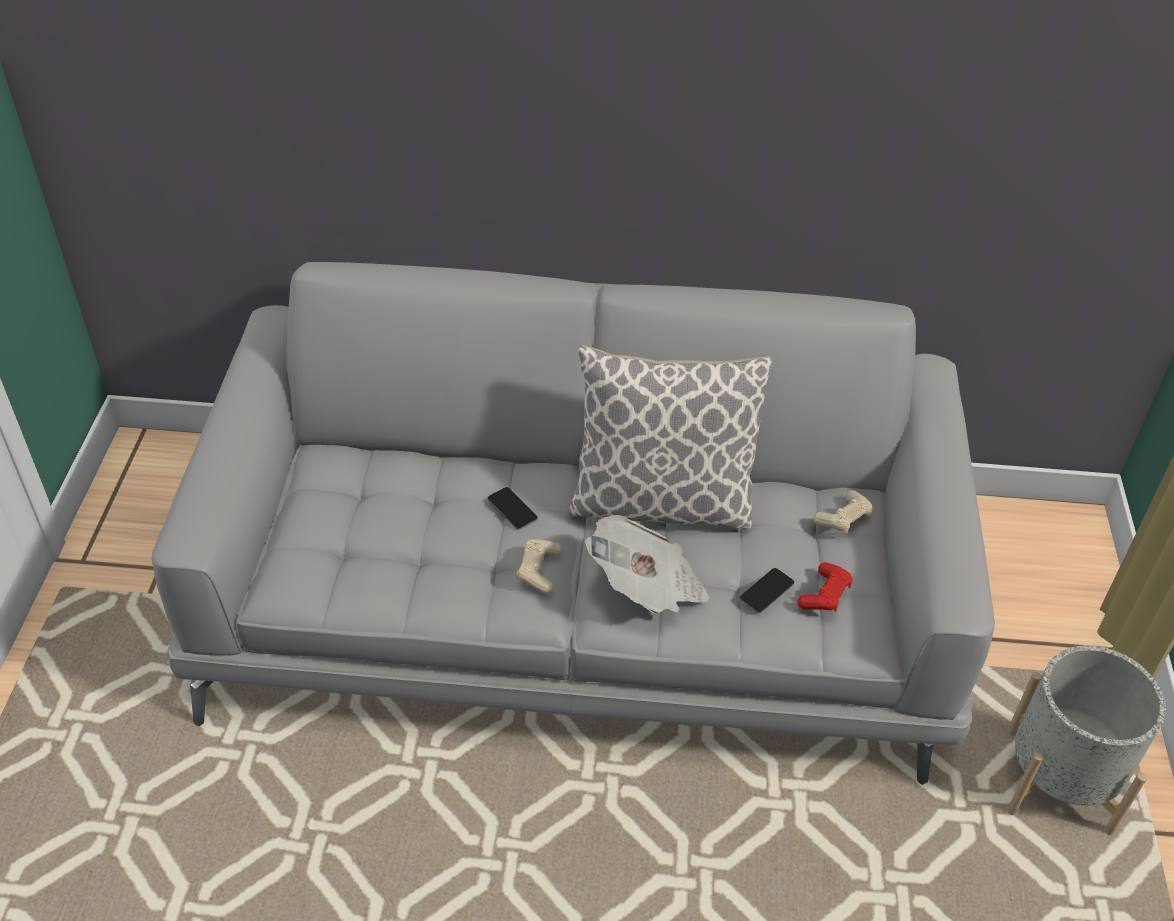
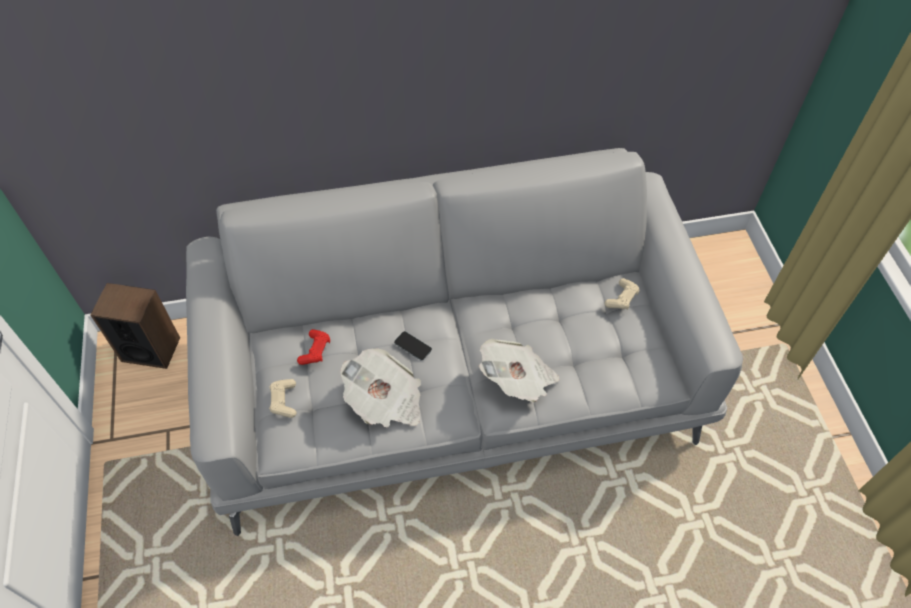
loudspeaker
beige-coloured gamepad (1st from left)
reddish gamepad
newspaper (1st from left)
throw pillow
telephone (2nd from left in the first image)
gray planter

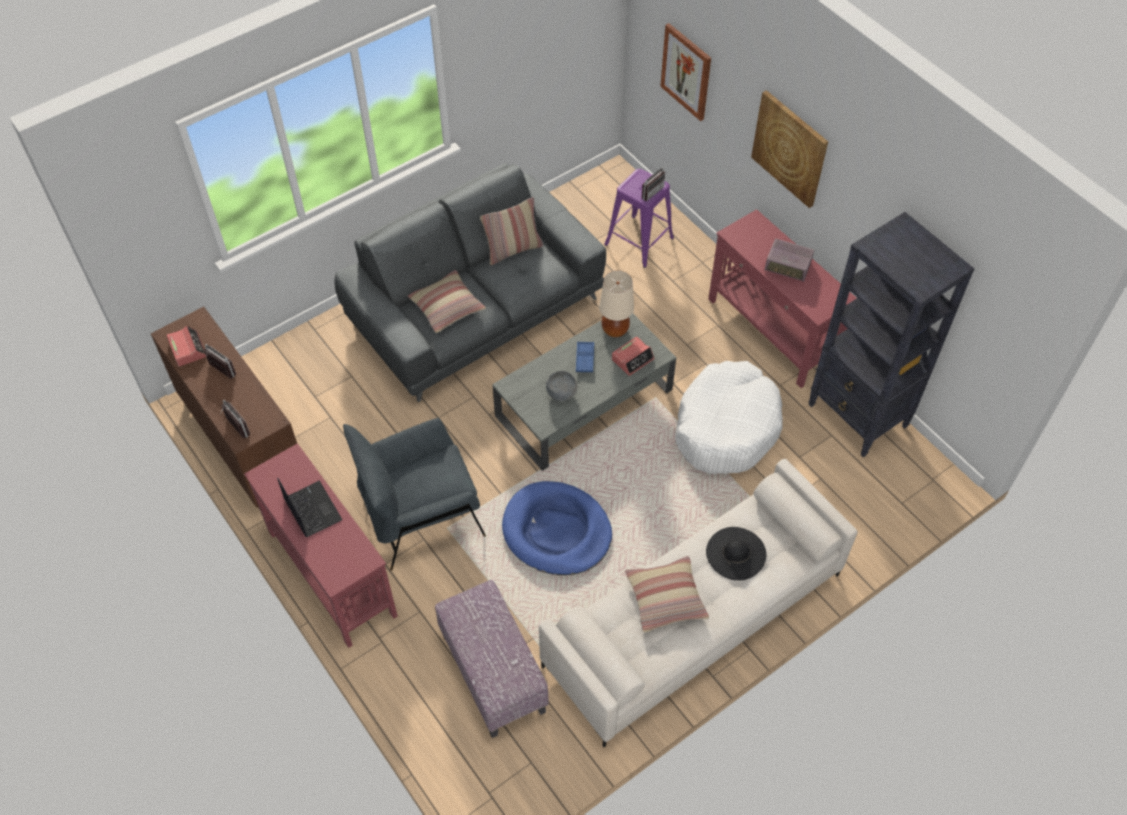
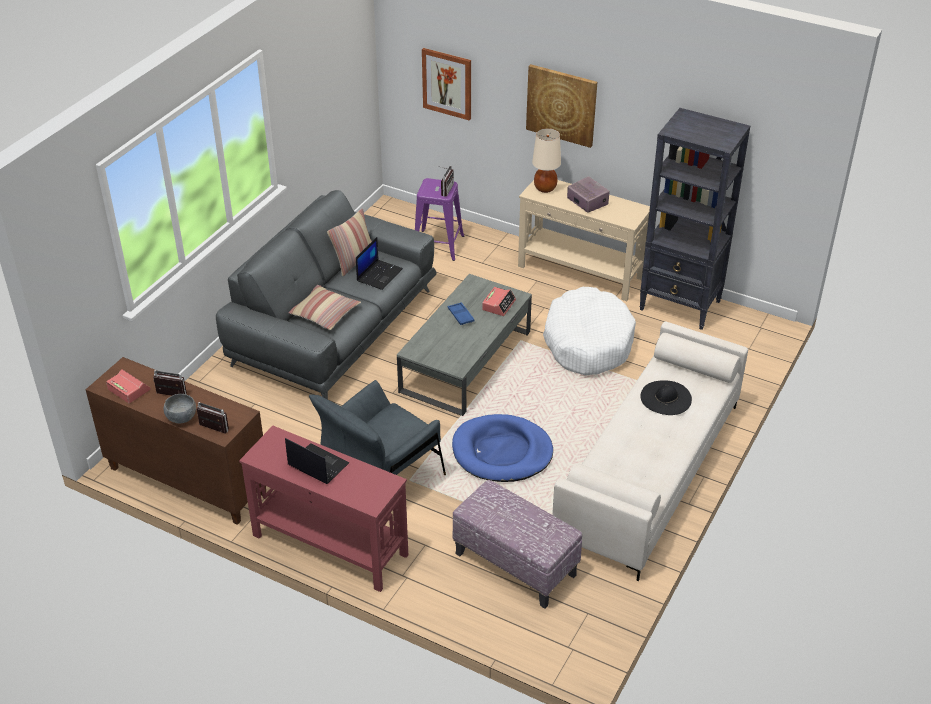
gray bowl
notebook computer (2nd from left)
beige-coloured hall table
beige-coloured lamp for a table
radio (4th from left)
throw pillow (3rd from left in the first image)

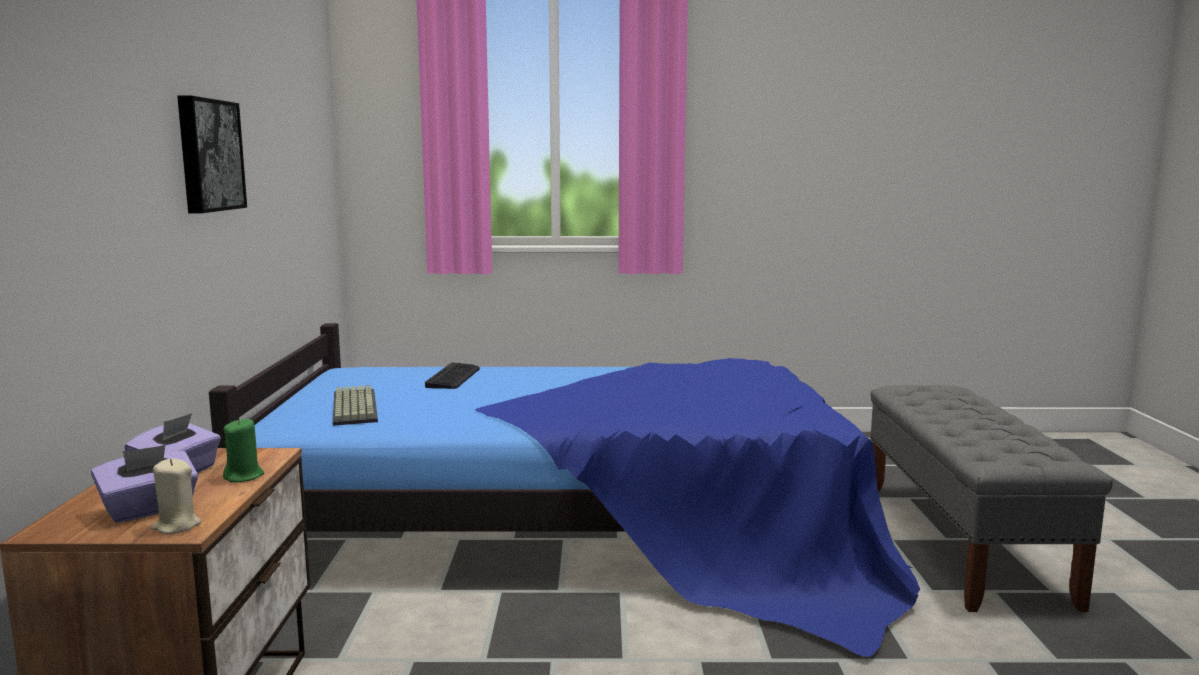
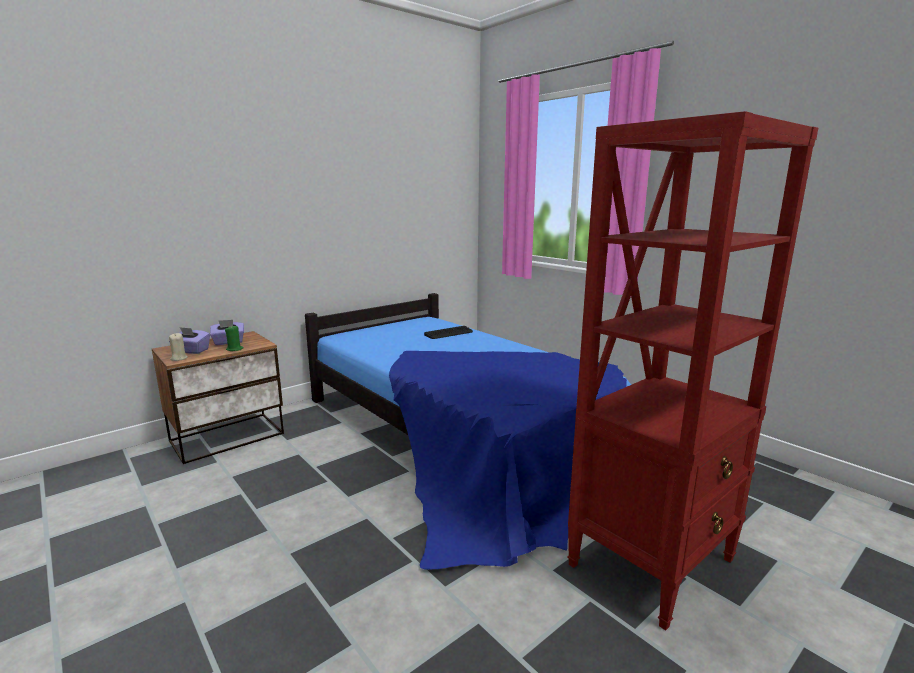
reddish bookshelf
wall picture
keyboard (1st from left in the first image)

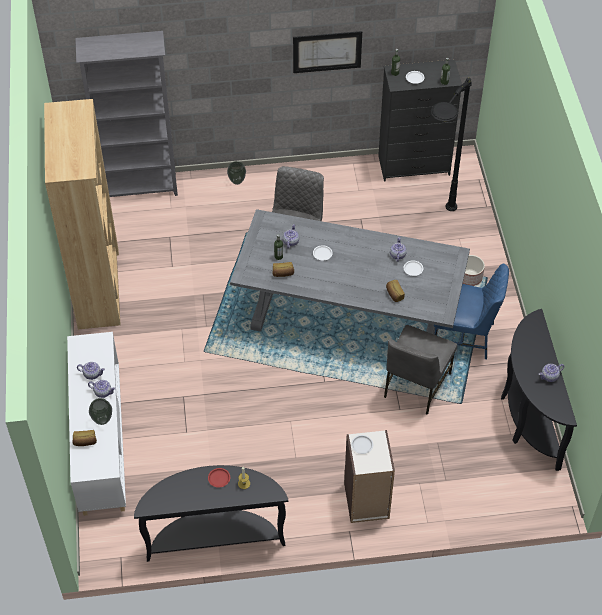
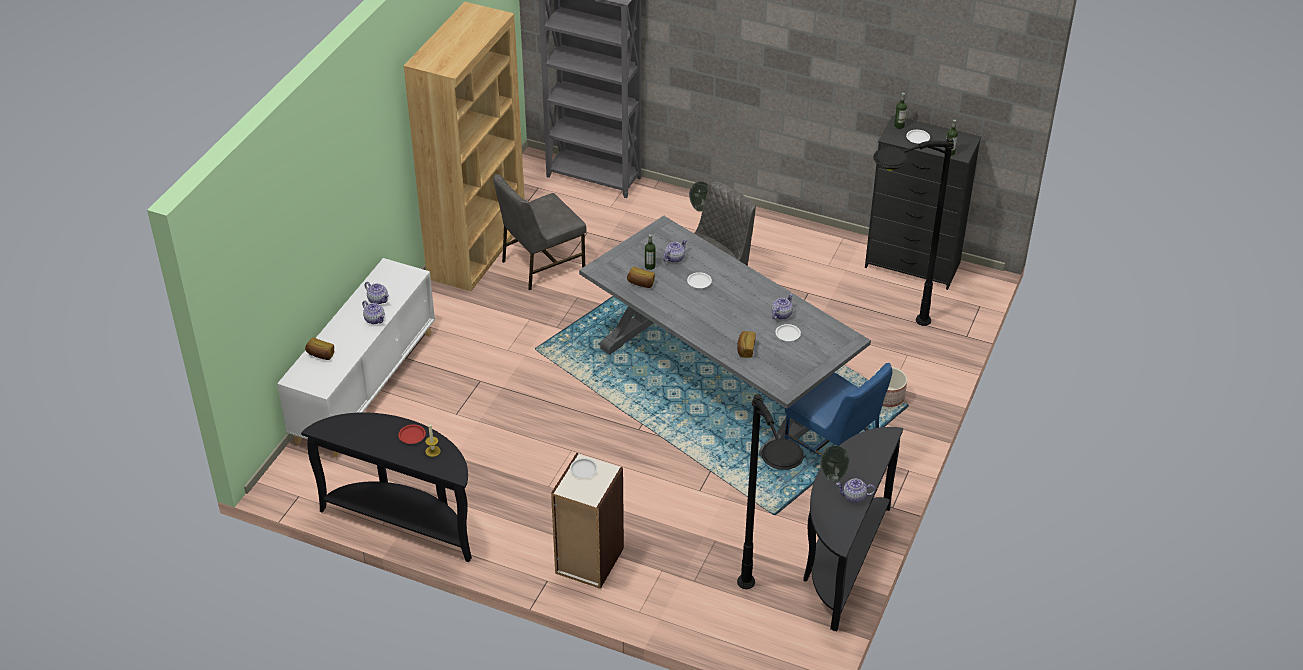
gray upright chair (1st from left)
blackish floor lamp (1st from left)
decorative vase (2nd from left)
wall picture

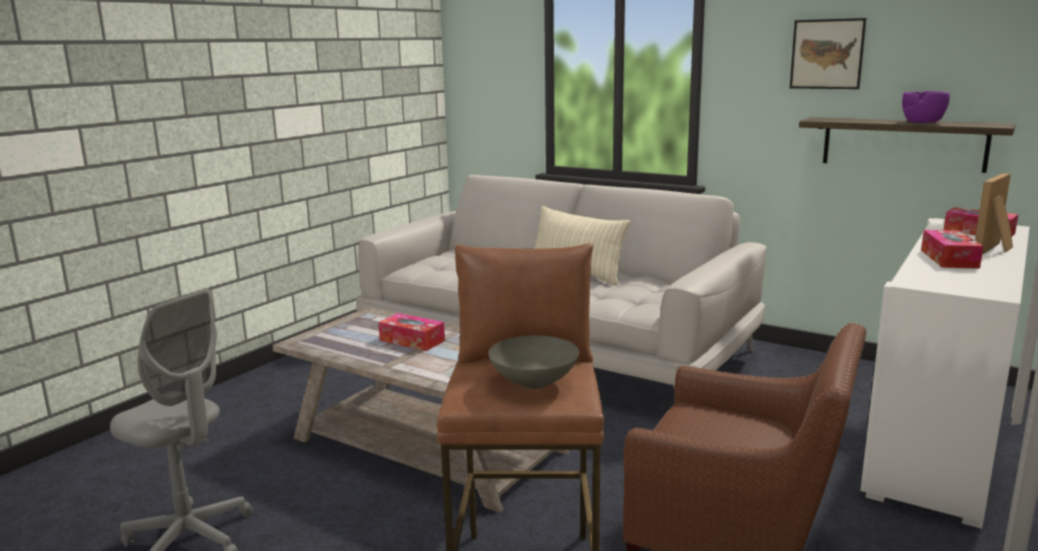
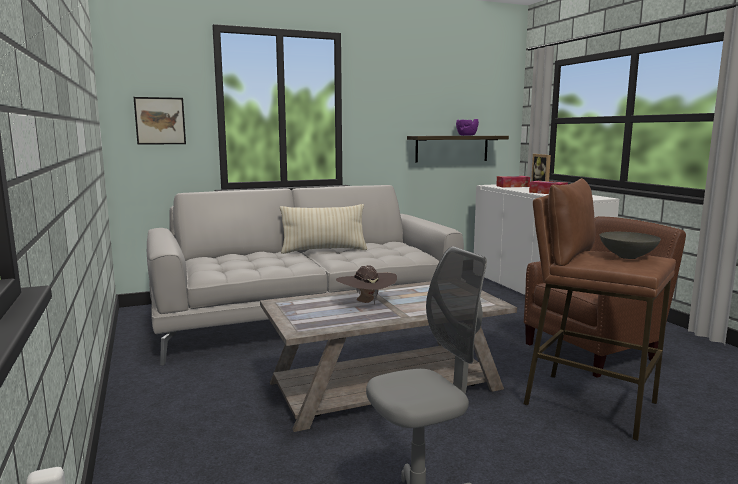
wall picture
brown-coloured hat

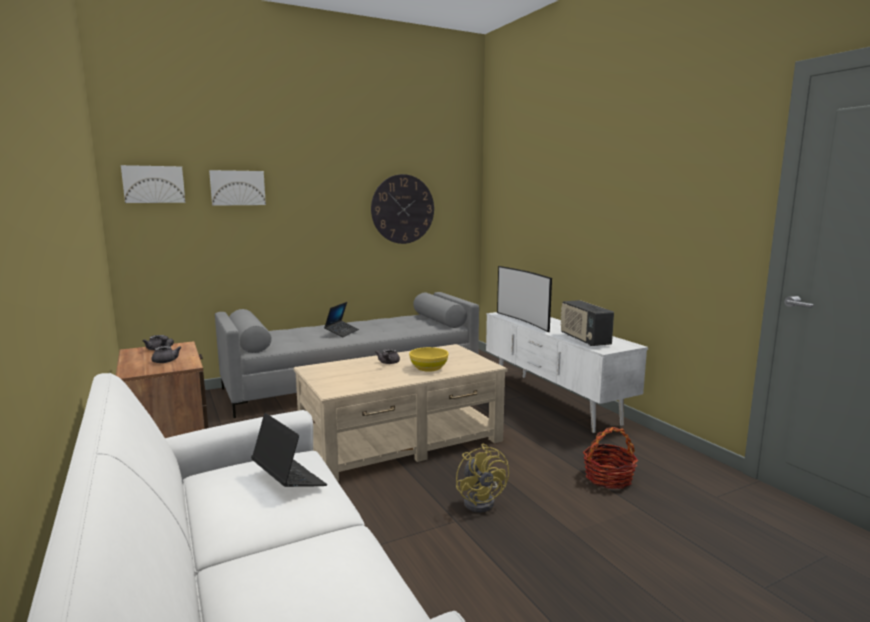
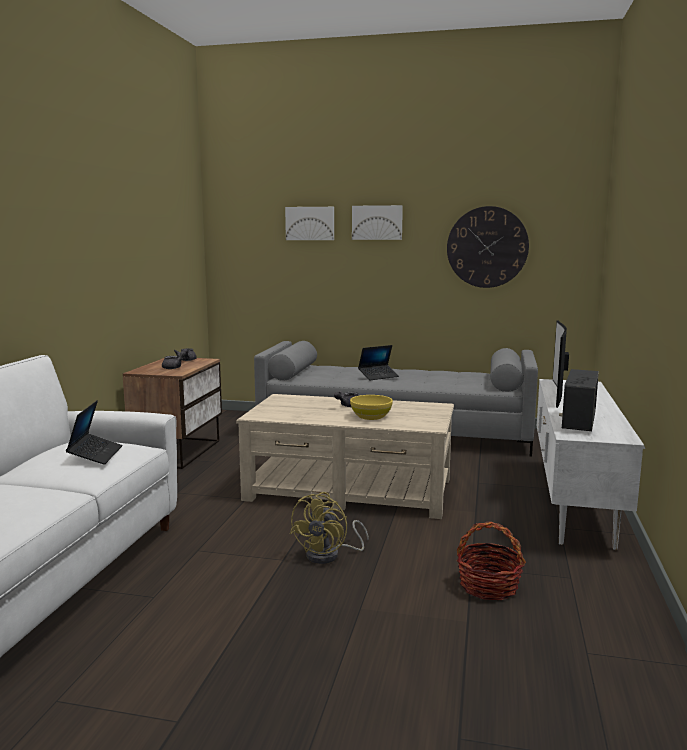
wall picture (2nd from left)

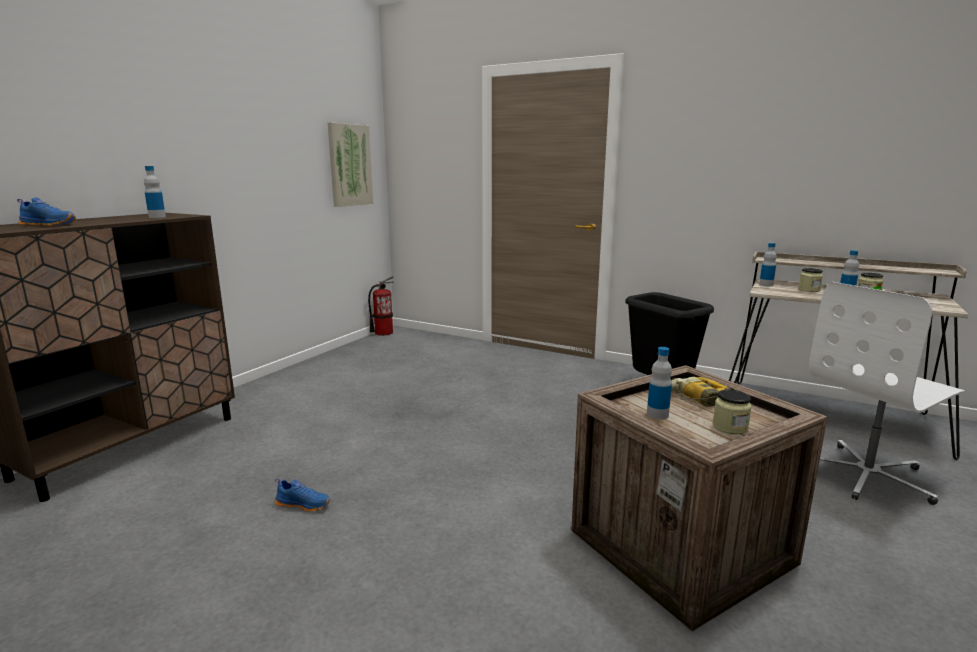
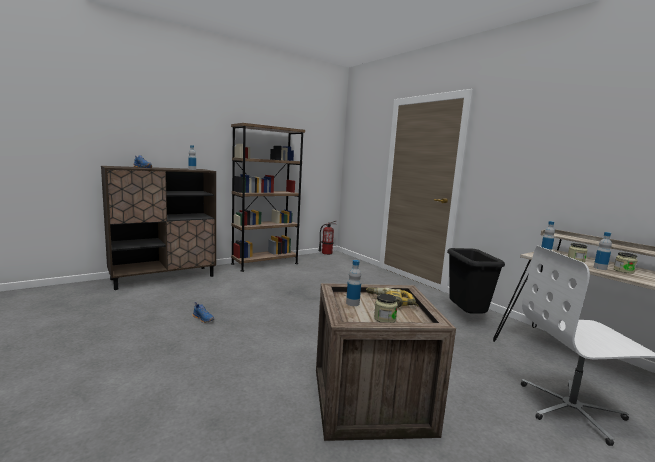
brown-coloured bookshelf
wall picture

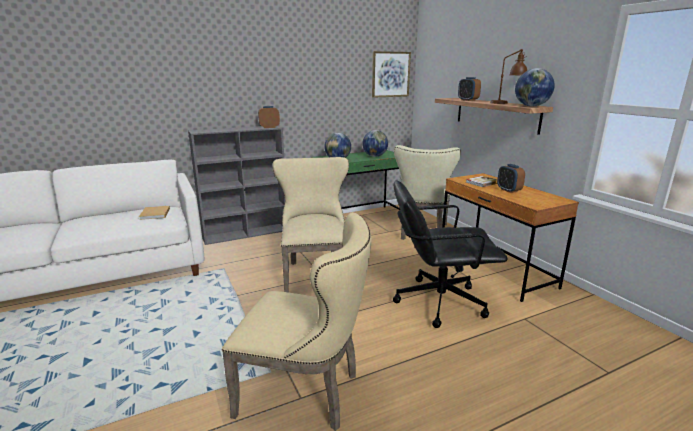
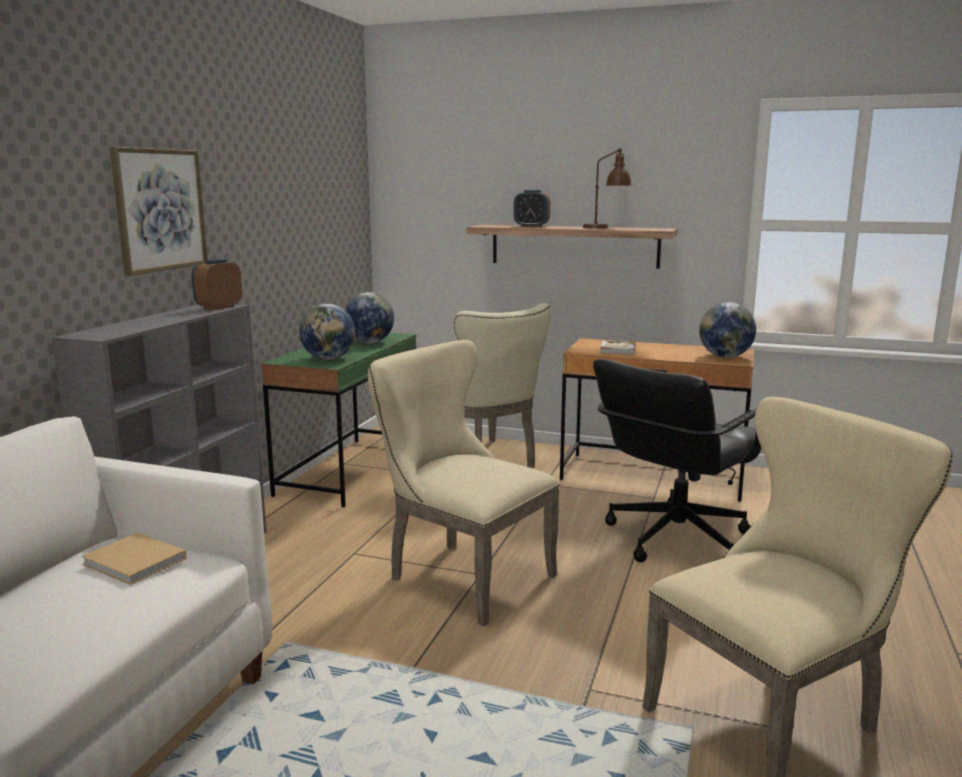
wall picture
desk globe (3rd from left)
bedside clock (3rd from left in the first image)

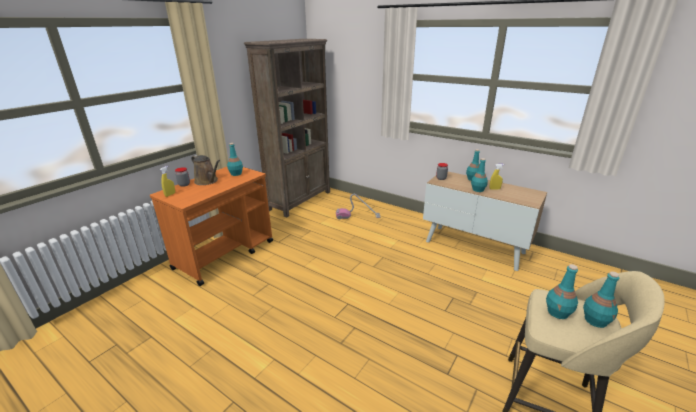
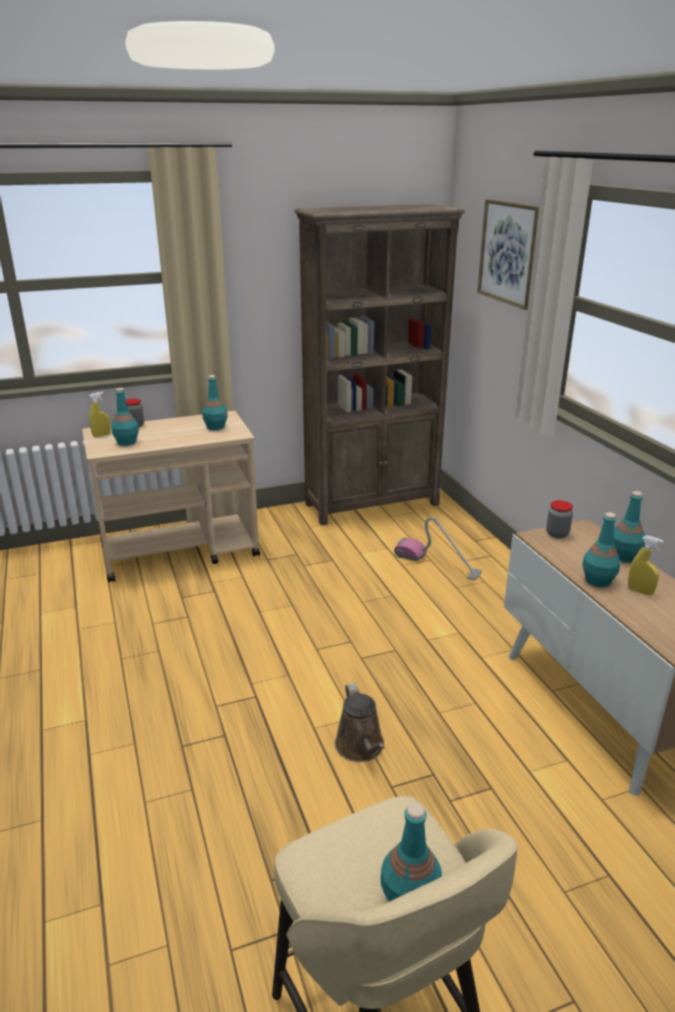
beige-coloured trolley
blue-green drink bottle (1st from left)
brown-coloured watering can
wall picture

